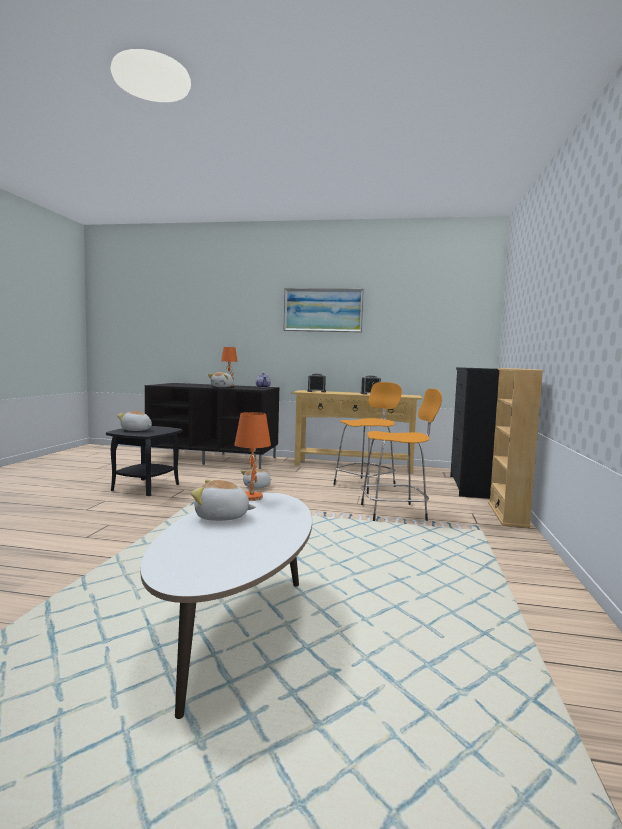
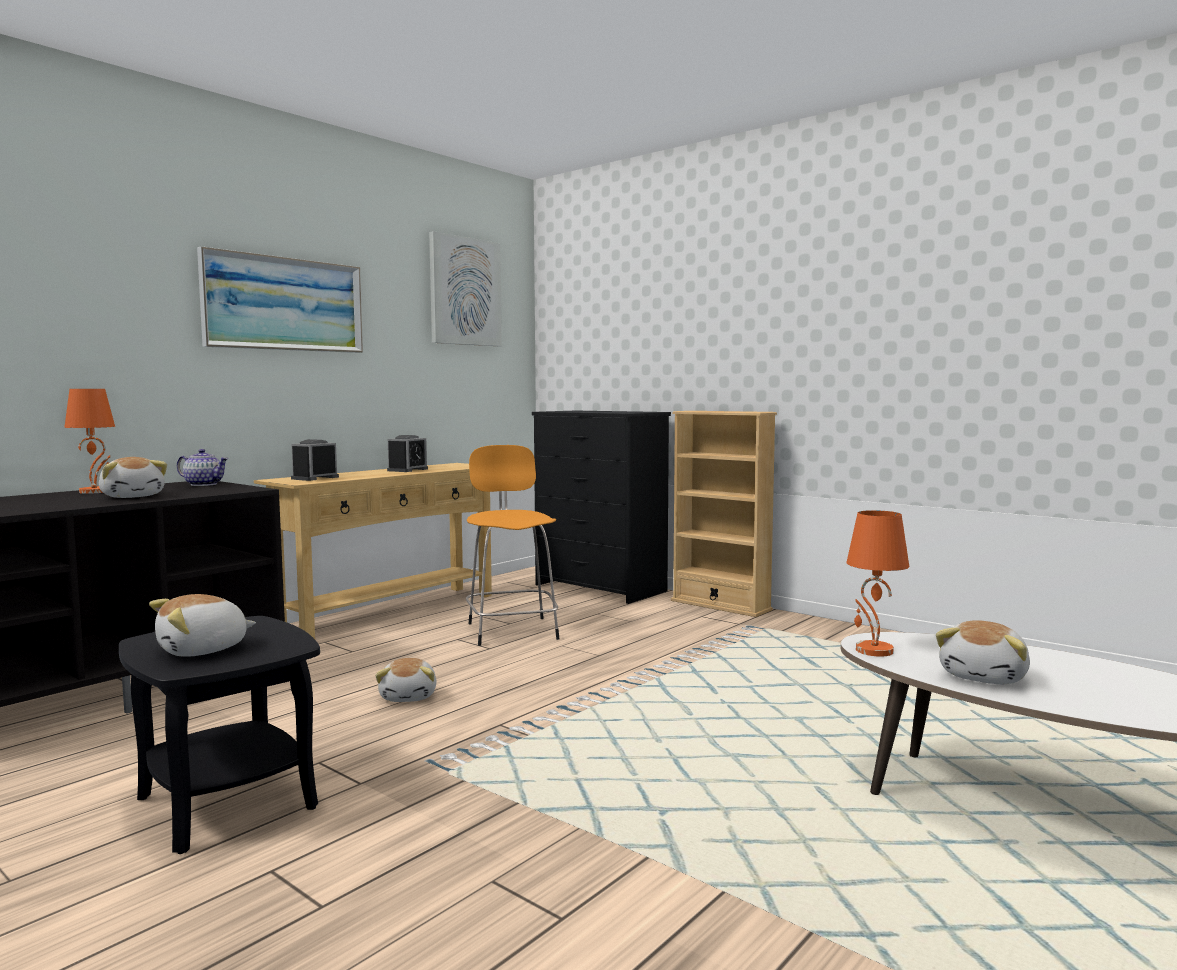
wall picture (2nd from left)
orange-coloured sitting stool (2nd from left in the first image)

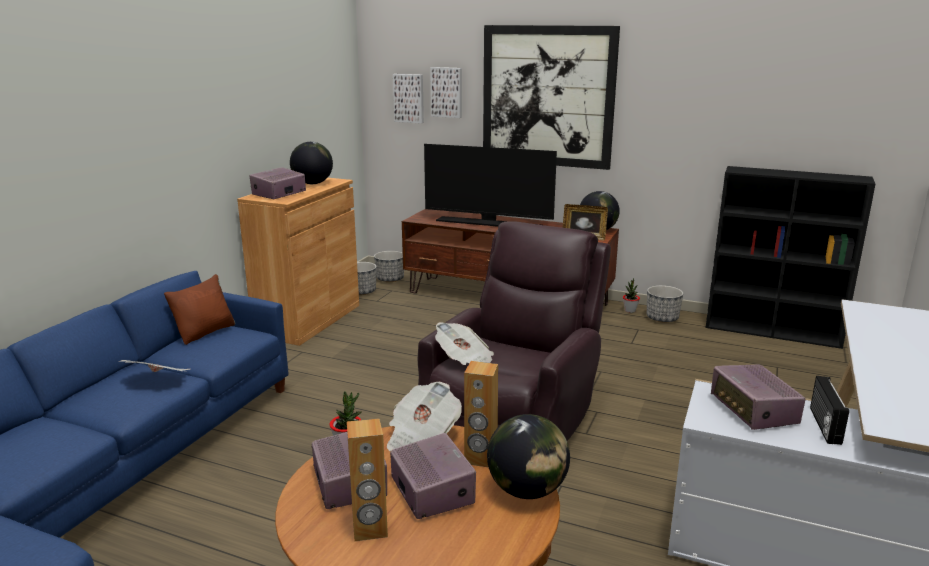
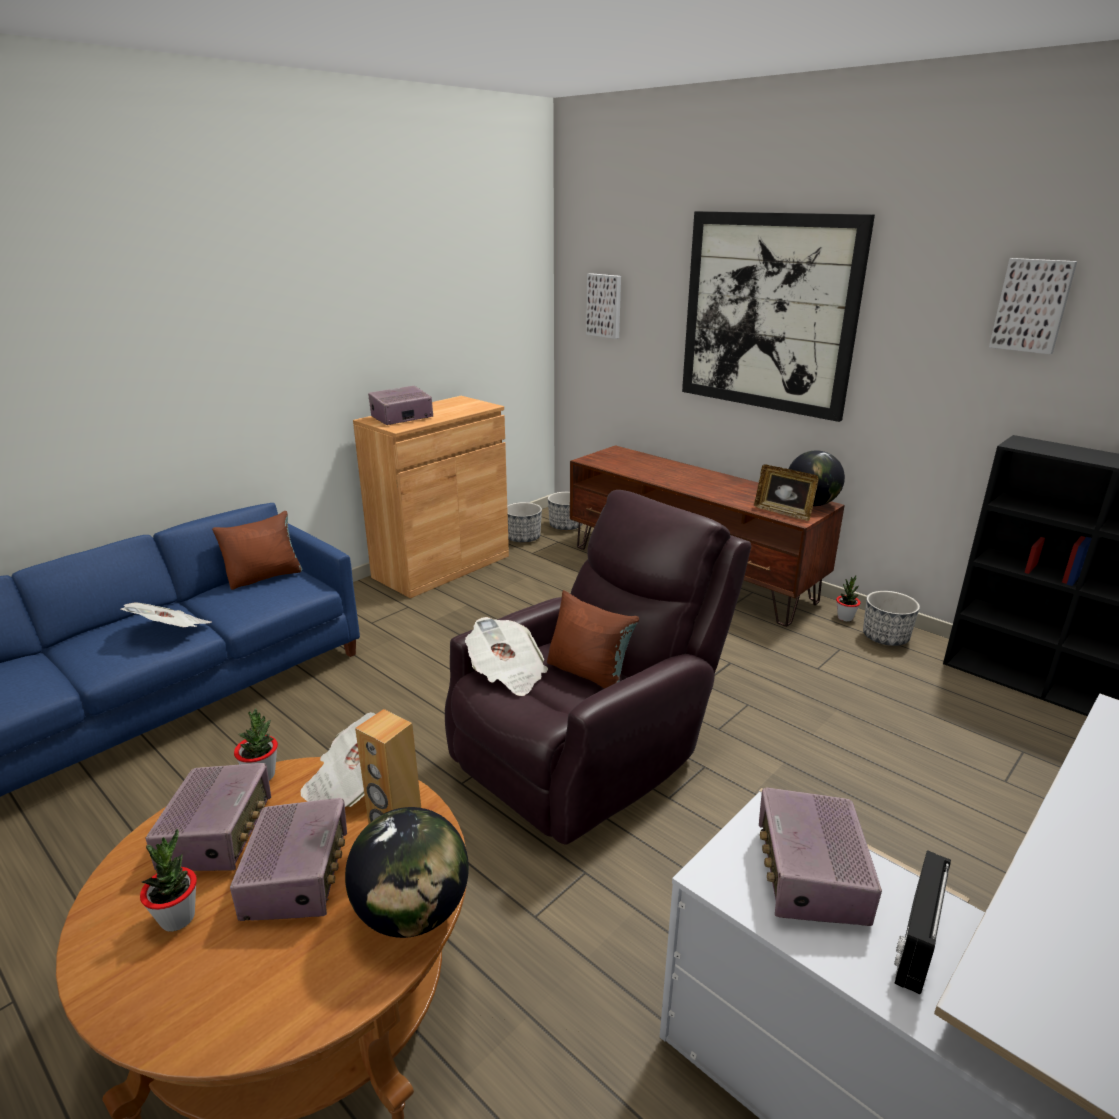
houseplant (1st from left)
brown-coloured throw pillow (2nd from left)
wall picture (3rd from left)
desk globe (1st from left in the first image)
TV

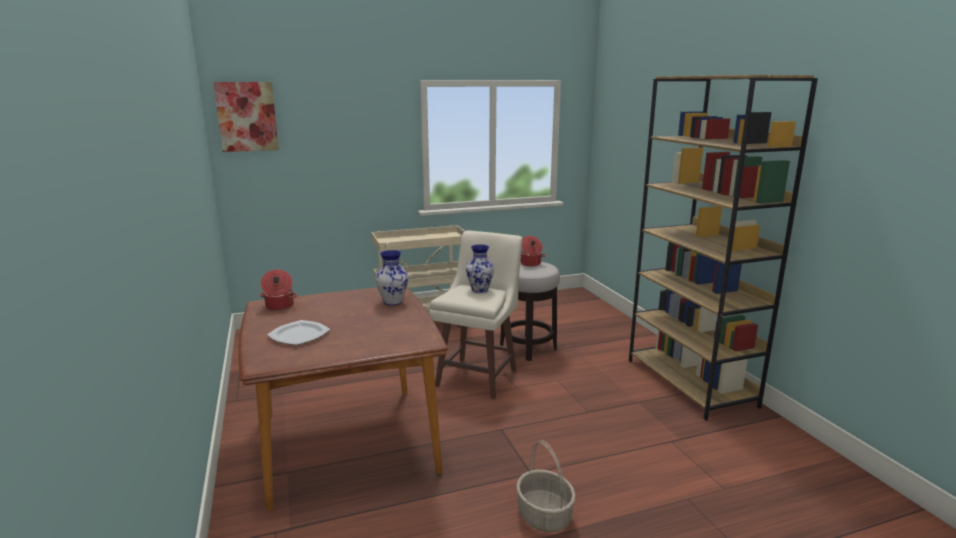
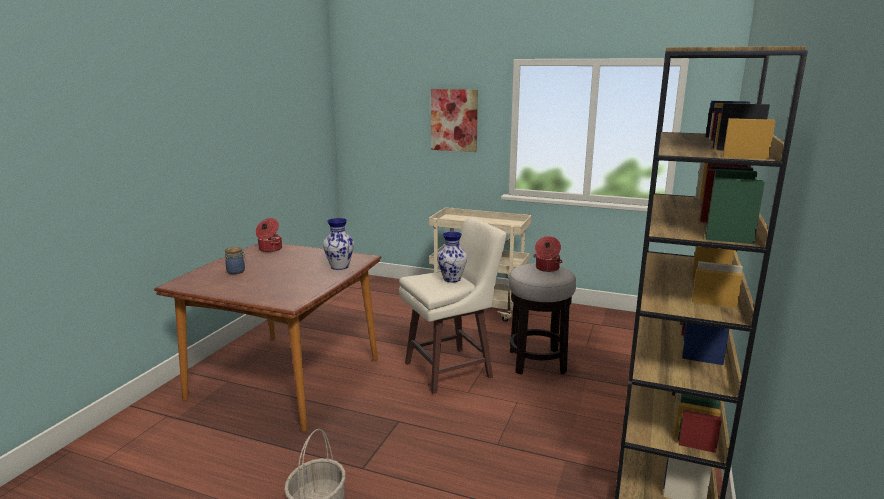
preserve jar
wall picture

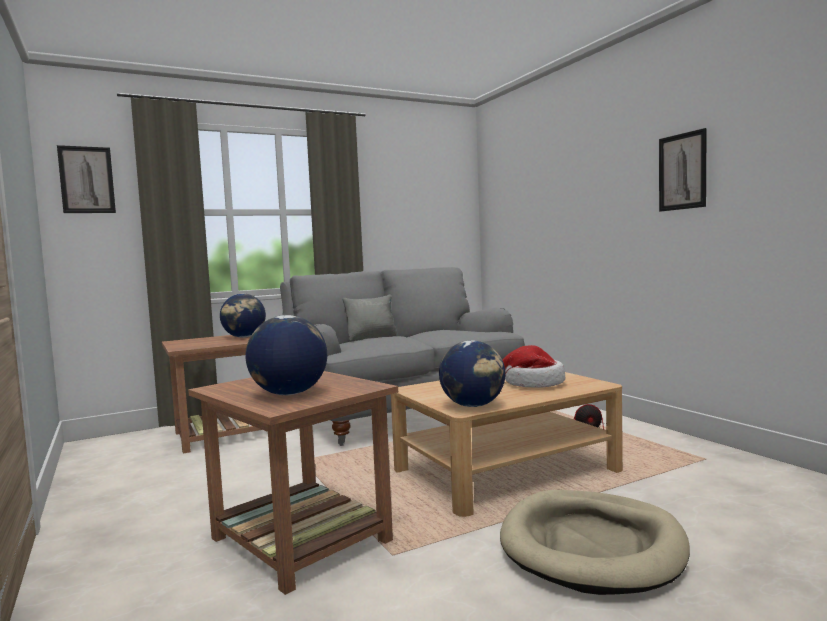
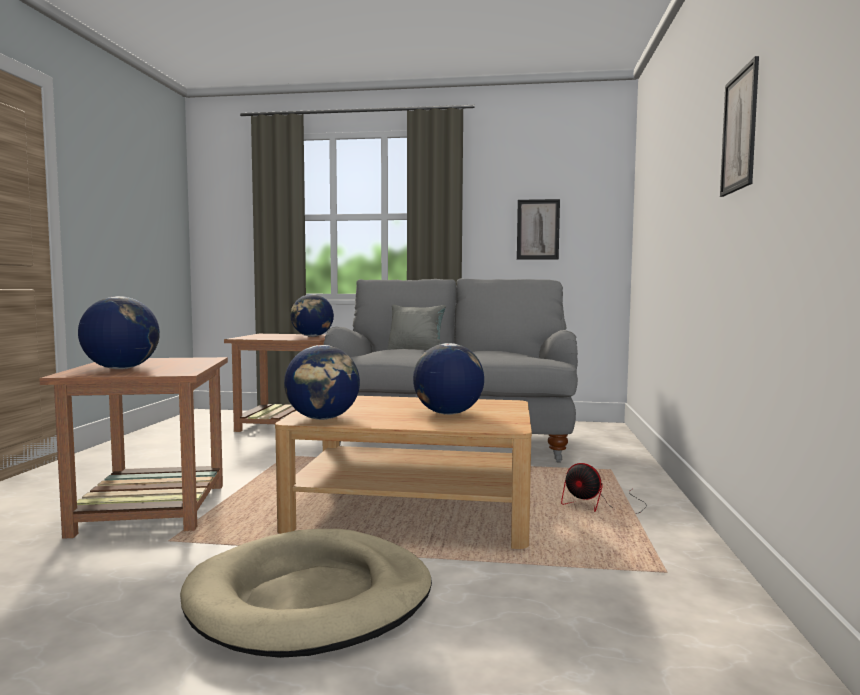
desk globe (4th from left)
wall picture (1st from left)

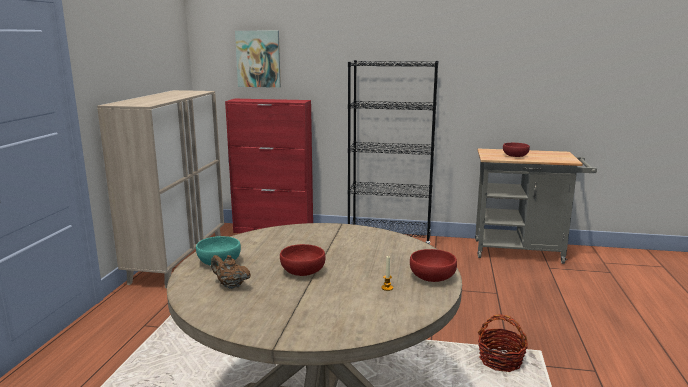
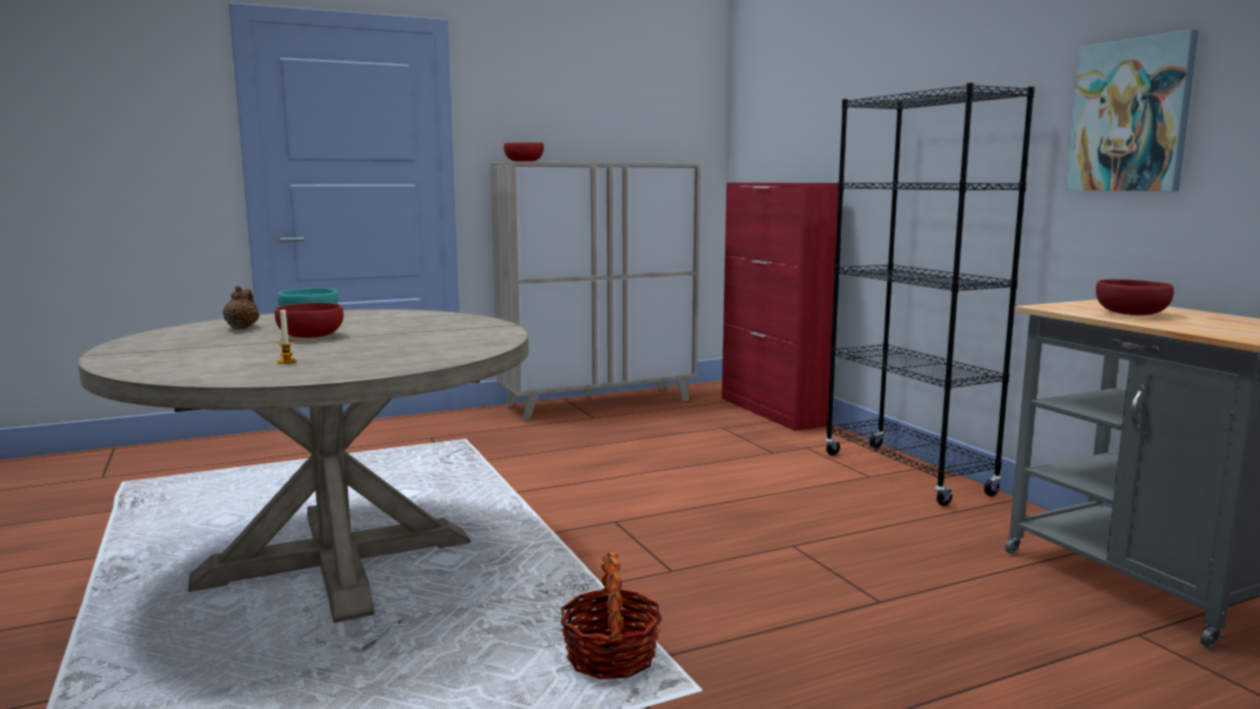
reddish bowl (2nd from left)
wall picture

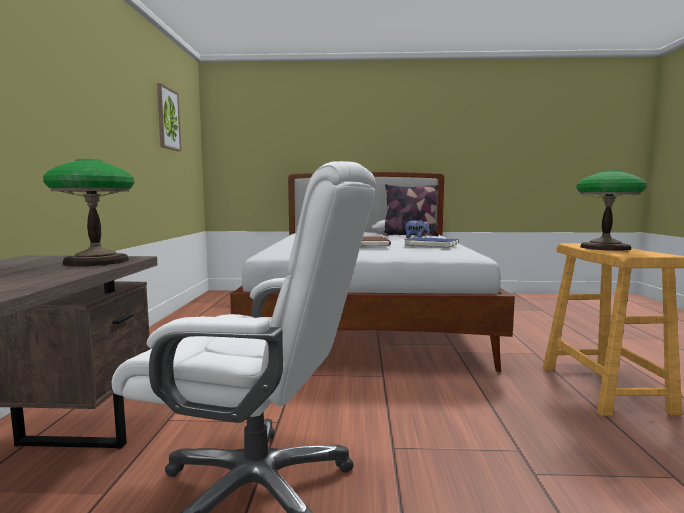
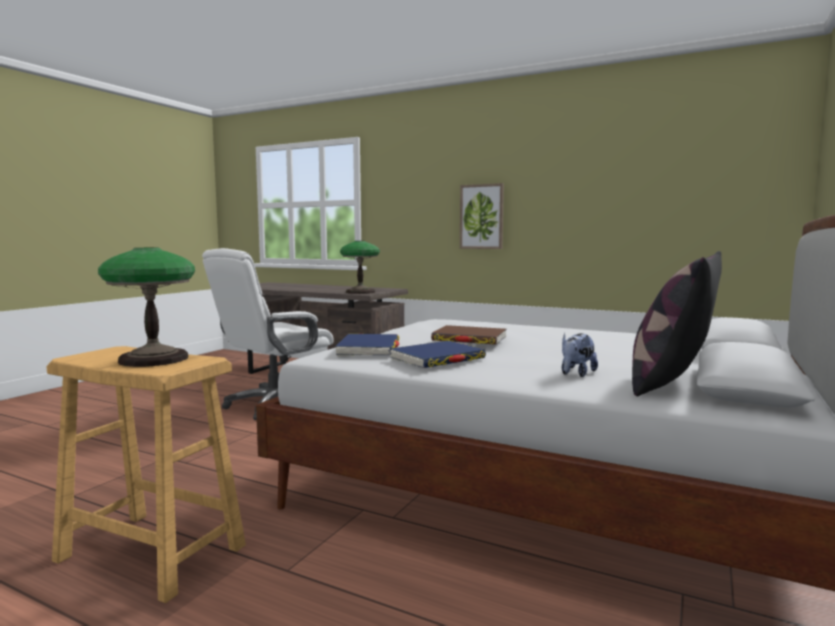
bluish volume (1st from left)
wall picture

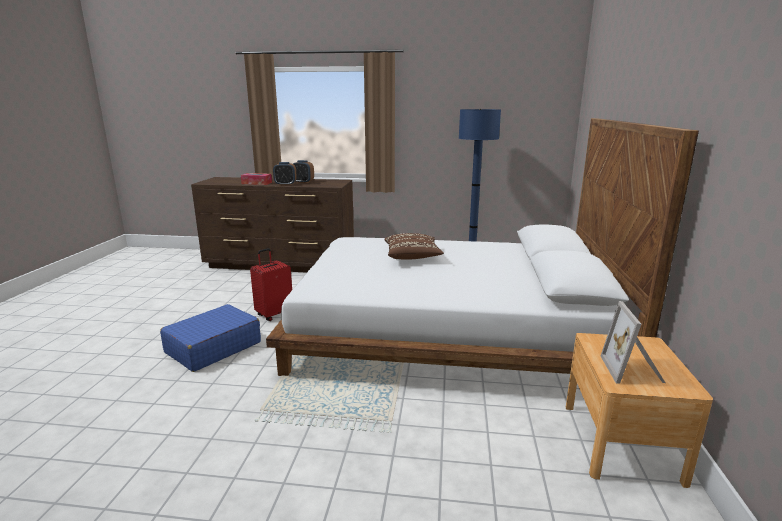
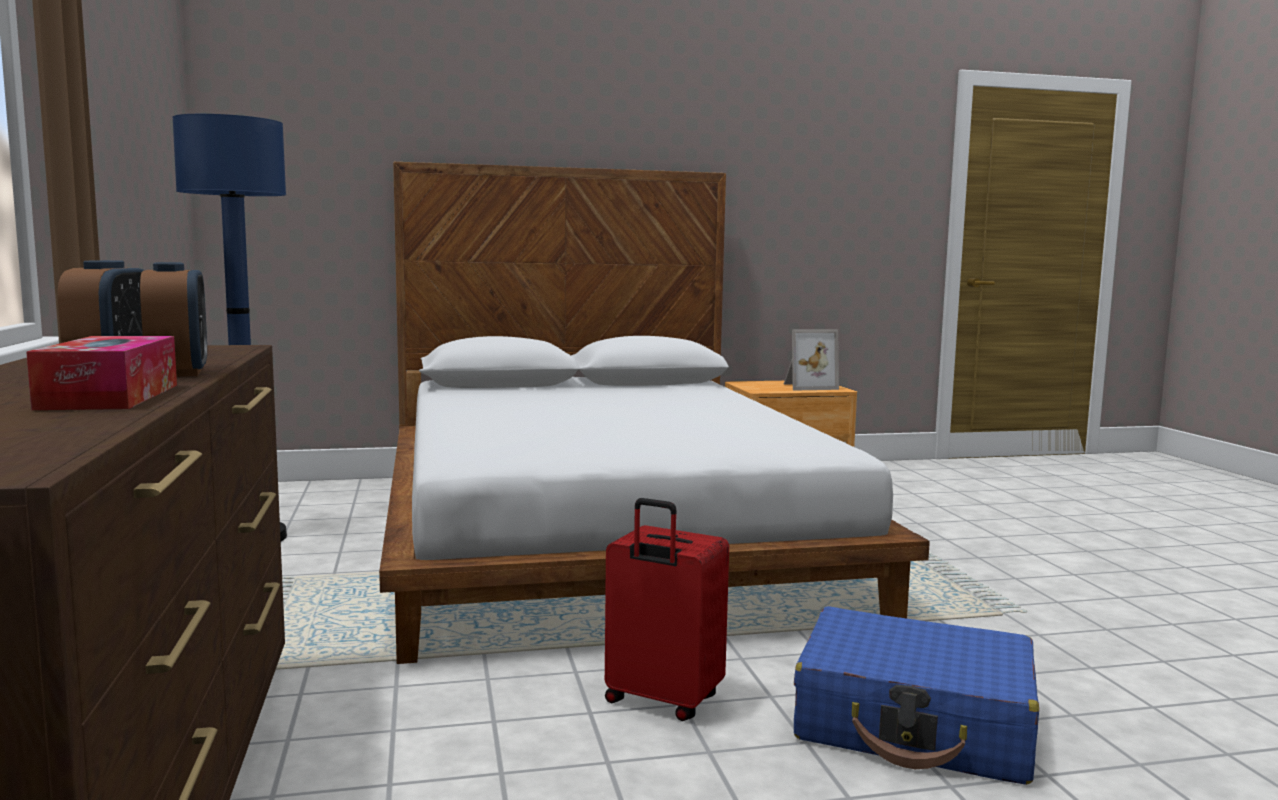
brown-coloured throw pillow

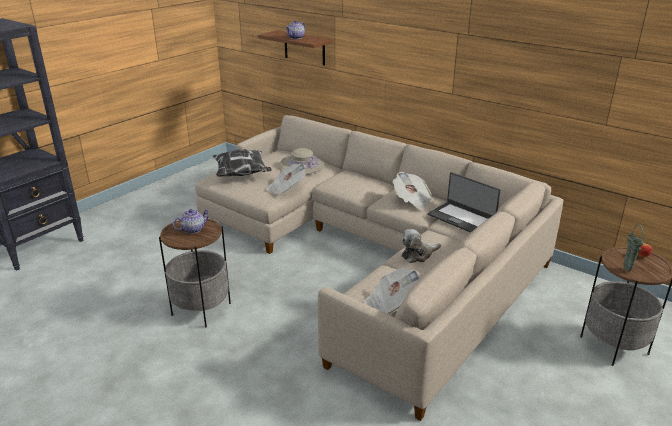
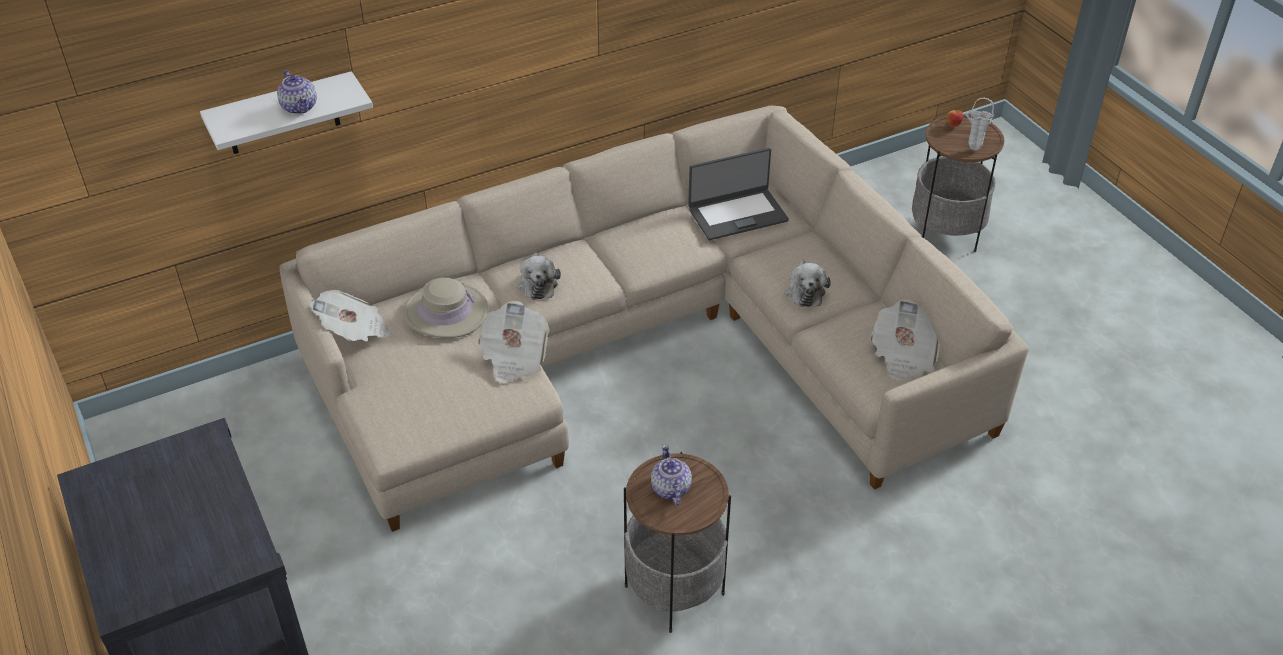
white shelf
newspaper (1st from left)
soft toy (1st from left)
white decorative vase
throw pillow

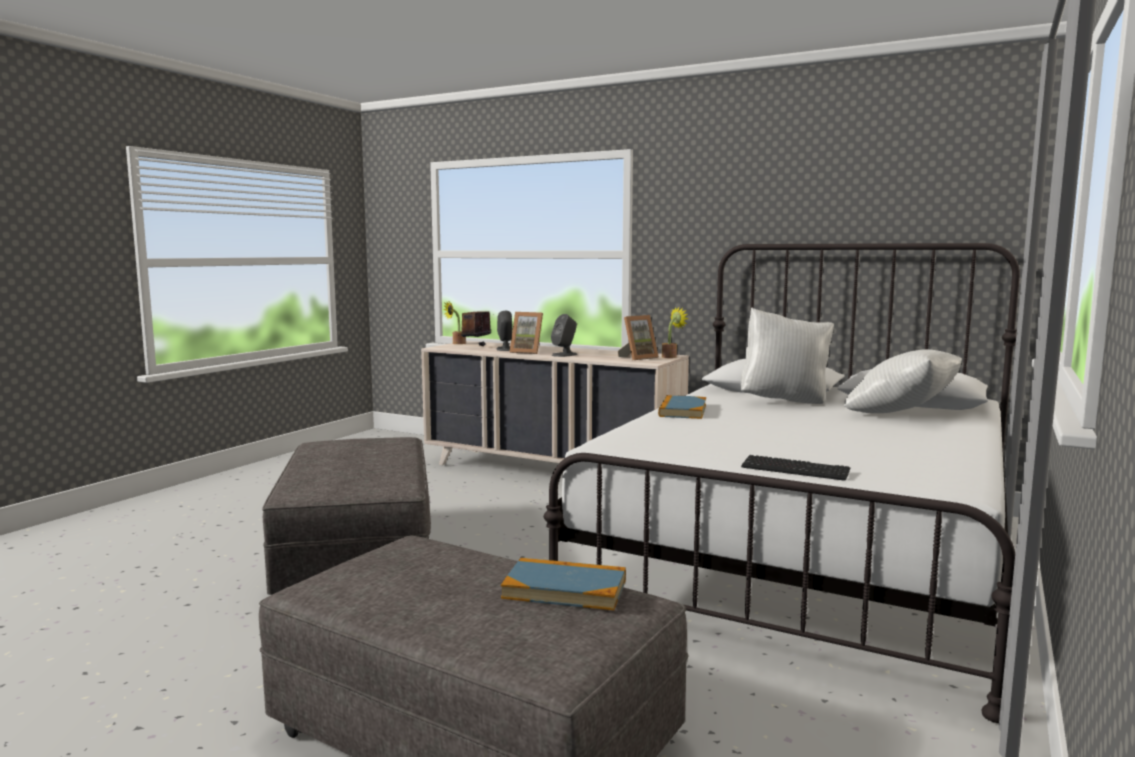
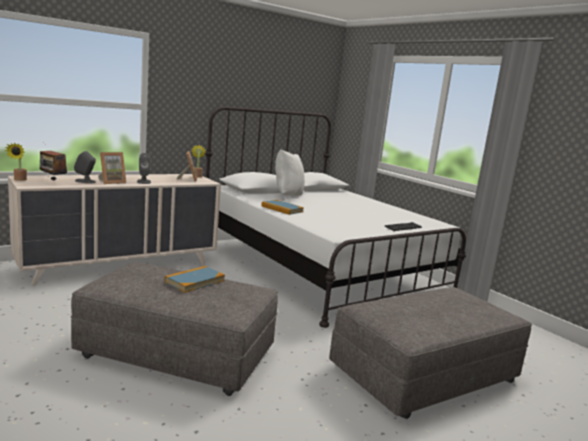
volume (1st from left)
white throw pillow (2nd from left in the first image)

